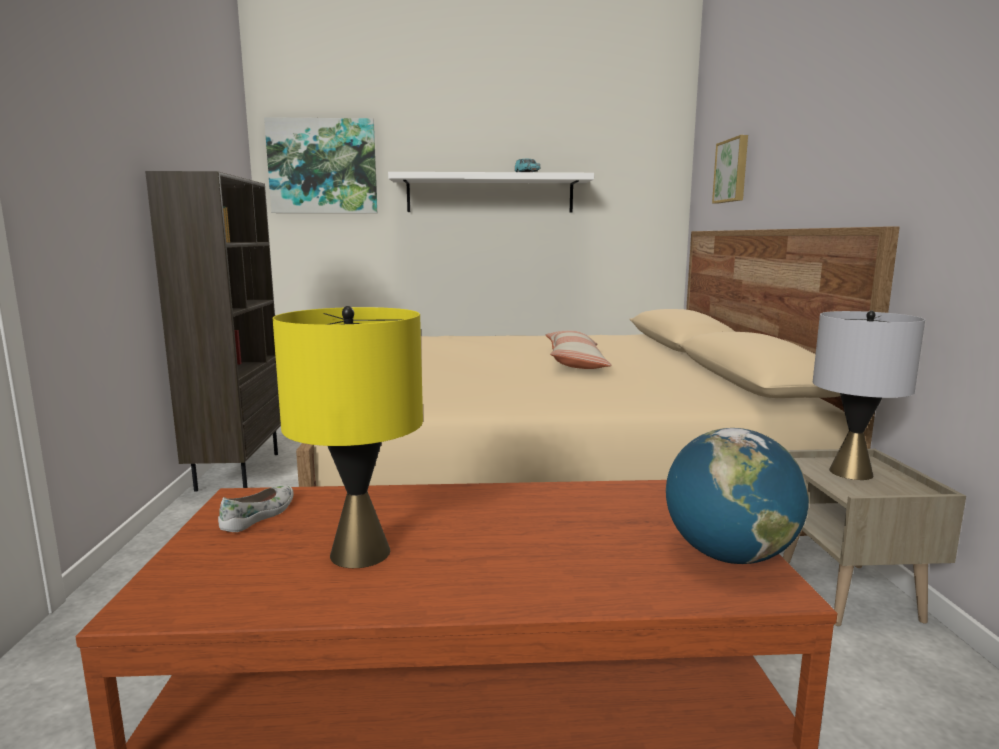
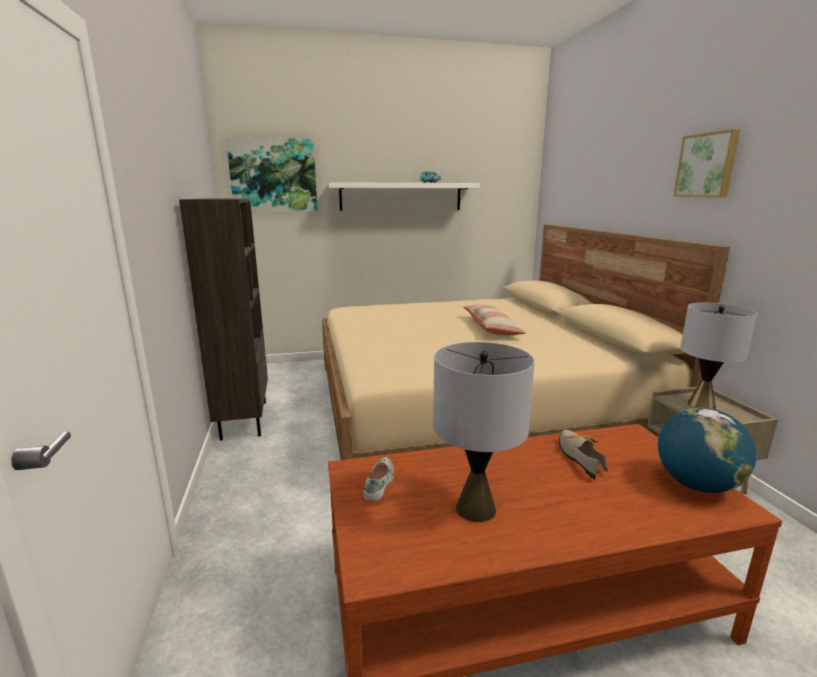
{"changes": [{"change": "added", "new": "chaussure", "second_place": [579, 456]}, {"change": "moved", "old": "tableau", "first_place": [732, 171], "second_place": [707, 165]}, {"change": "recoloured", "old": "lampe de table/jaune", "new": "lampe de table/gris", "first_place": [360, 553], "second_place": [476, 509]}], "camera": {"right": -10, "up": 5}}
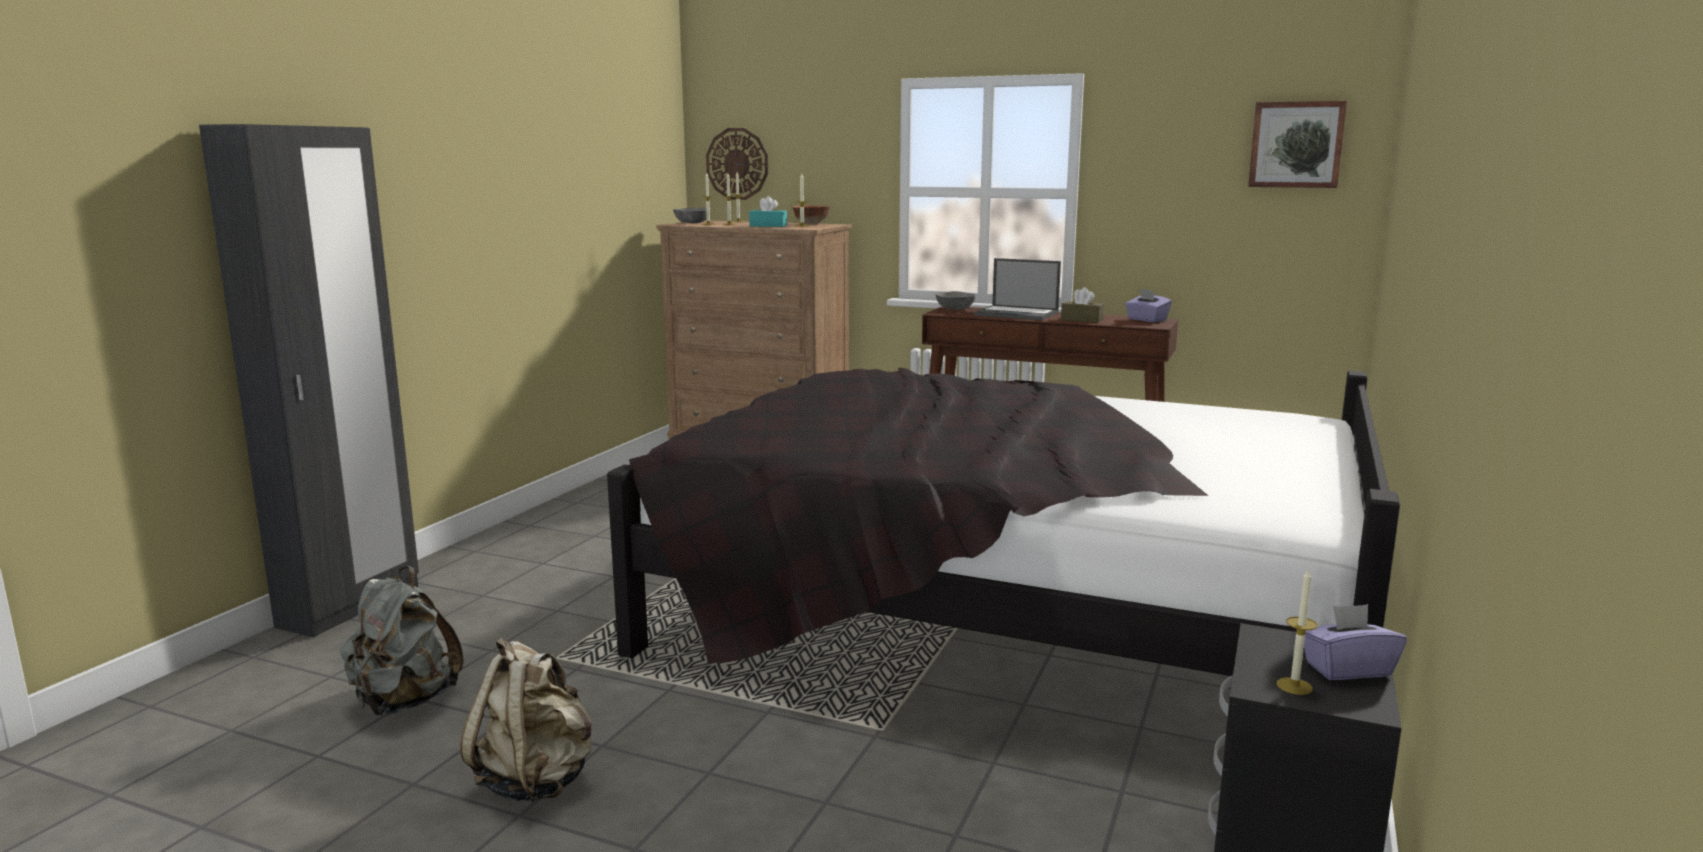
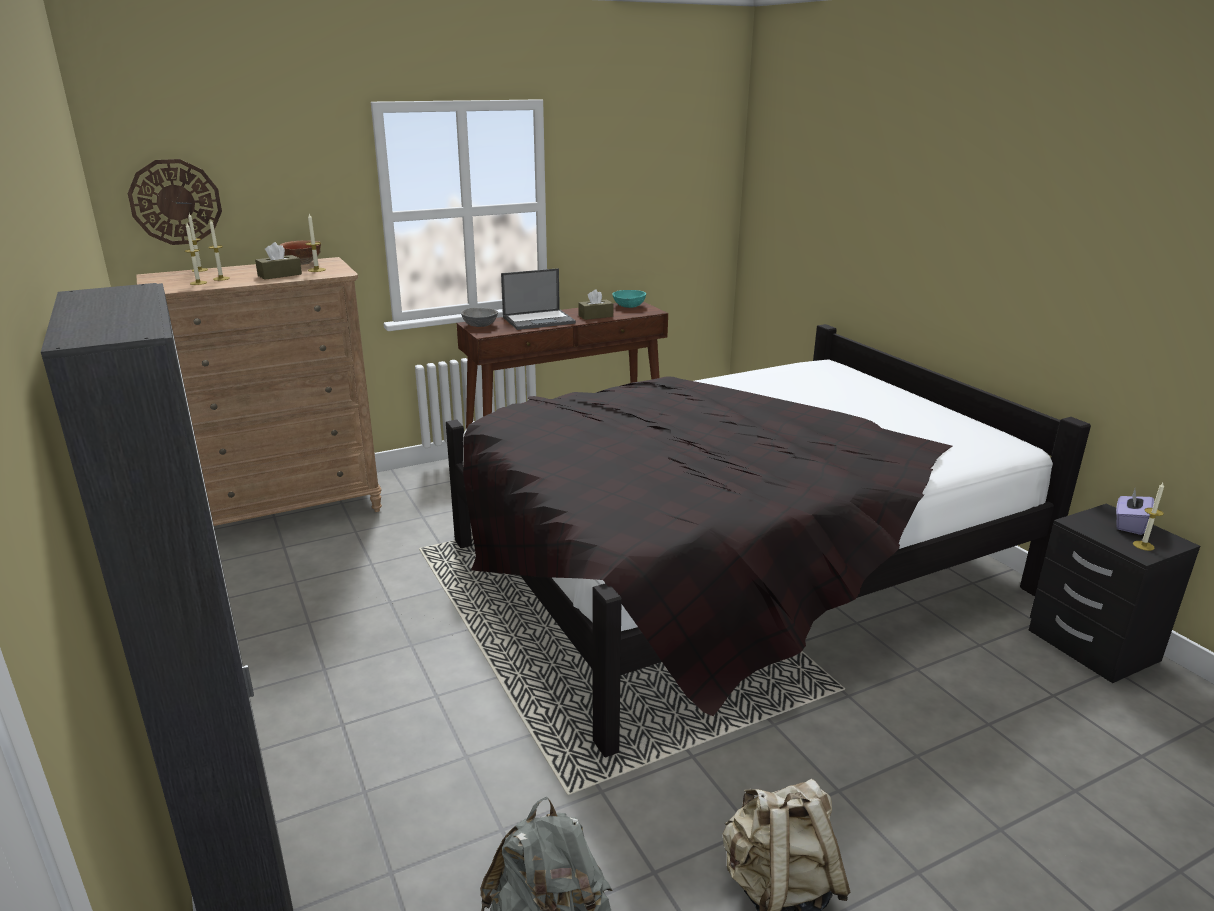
{"changes": [{"change": "removed", "old": "bol/gris", "first_place": [692, 222]}, {"change": "removed", "old": "tableau", "first_place": [1296, 145]}, {"change": "replaced", "old": "boîte à mouchoirs/violet", "new": "bol/turquoise", "first_place": [1146, 320], "second_place": [629, 306]}, {"change": "recoloured", "old": "boîte à mouchoirs/turquoise", "new": "boîte à mouchoirs/marron", "first_place": [768, 226], "second_place": [280, 275]}], "camera": {"right": -50, "up": 10}}
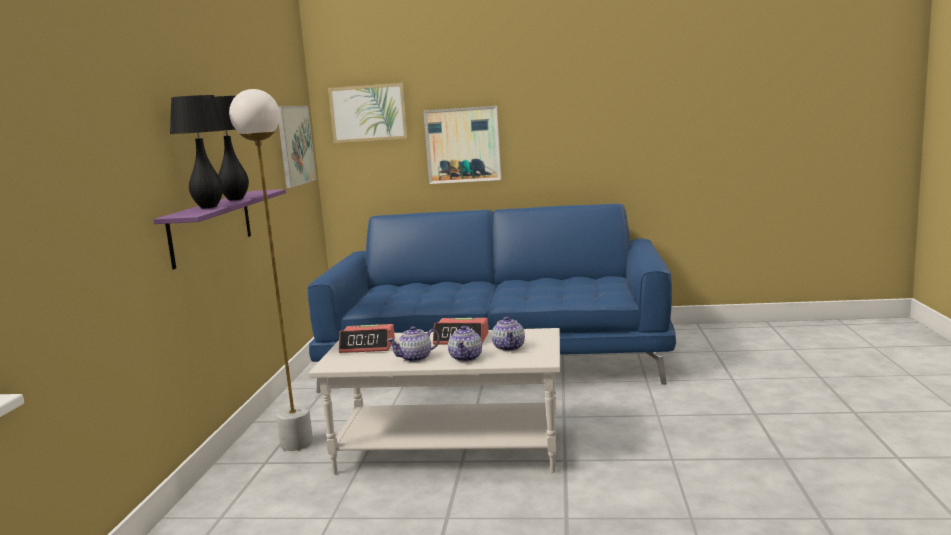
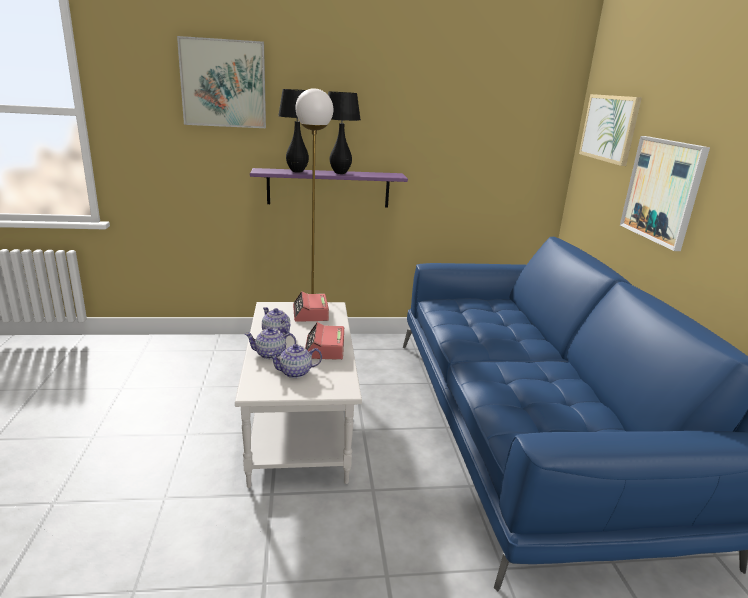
{"changes": [{"change": "moved", "old": "tableau", "first_place": [295, 145], "second_place": [223, 83]}], "camera": {"right": 75, "up": 10}}
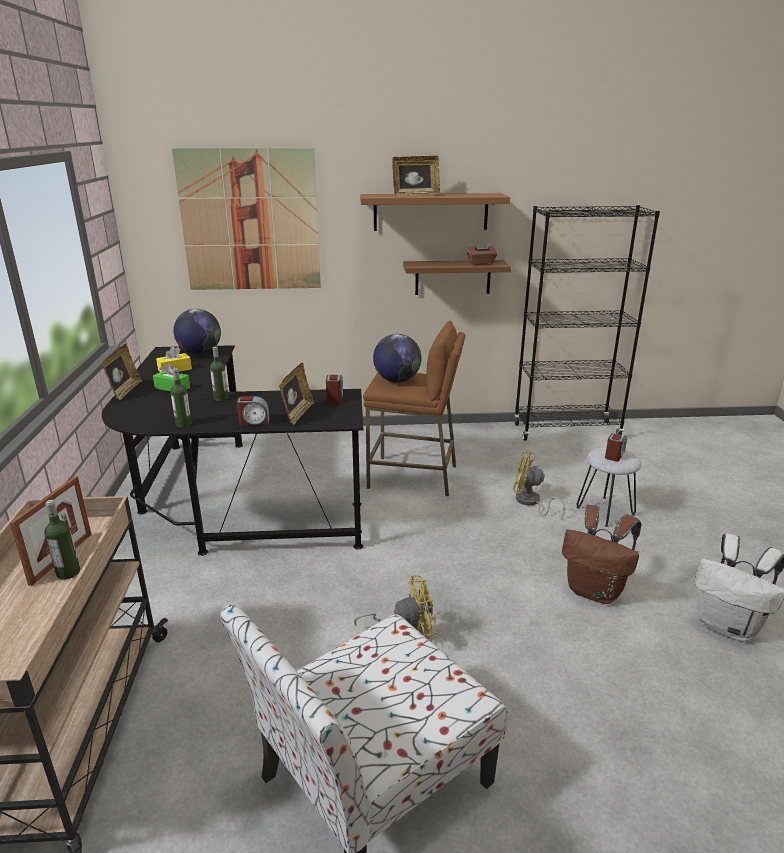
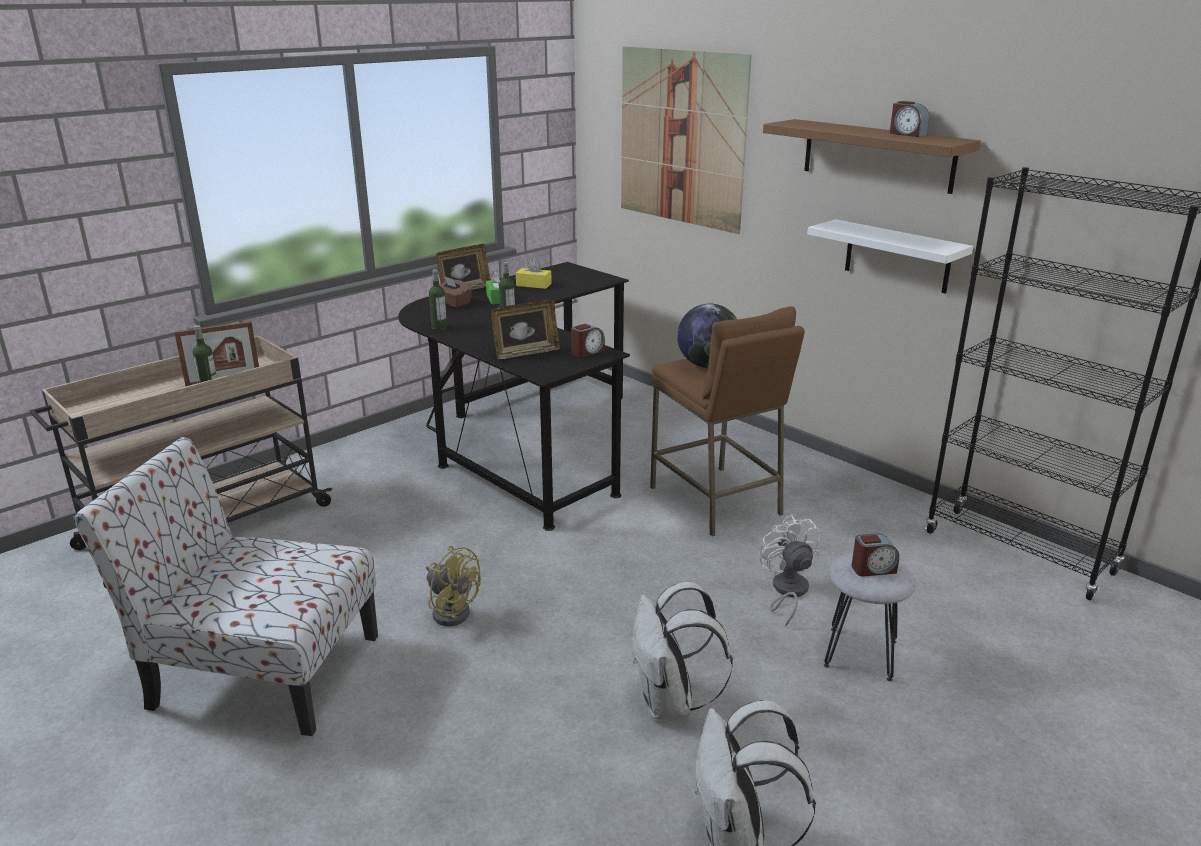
{"changes": [{"change": "removed", "old": "globe", "first_place": [200, 353]}, {"change": "removed", "old": "cadre photo", "first_place": [415, 195]}, {"change": "moved", "old": "réveil", "first_place": [254, 422], "second_place": [907, 134]}, {"change": "moved", "old": "boîte à mouchoirs/marron", "first_place": [481, 263], "second_place": [453, 303]}, {"change": "recoloured", "old": "étagère/marron", "new": "étagère/blanc", "first_place": [453, 277], "second_place": [897, 256]}, {"change": "recoloured", "old": "ventilateur/jaune", "new": "ventilateur/blanc", "first_place": [530, 502], "second_place": [787, 592]}, {"change": "recoloured", "old": "sac à dos/marron", "new": "sac à dos/blanc", "first_place": [595, 591], "second_place": [670, 703]}], "camera": {"right": 50, "up": 0}}
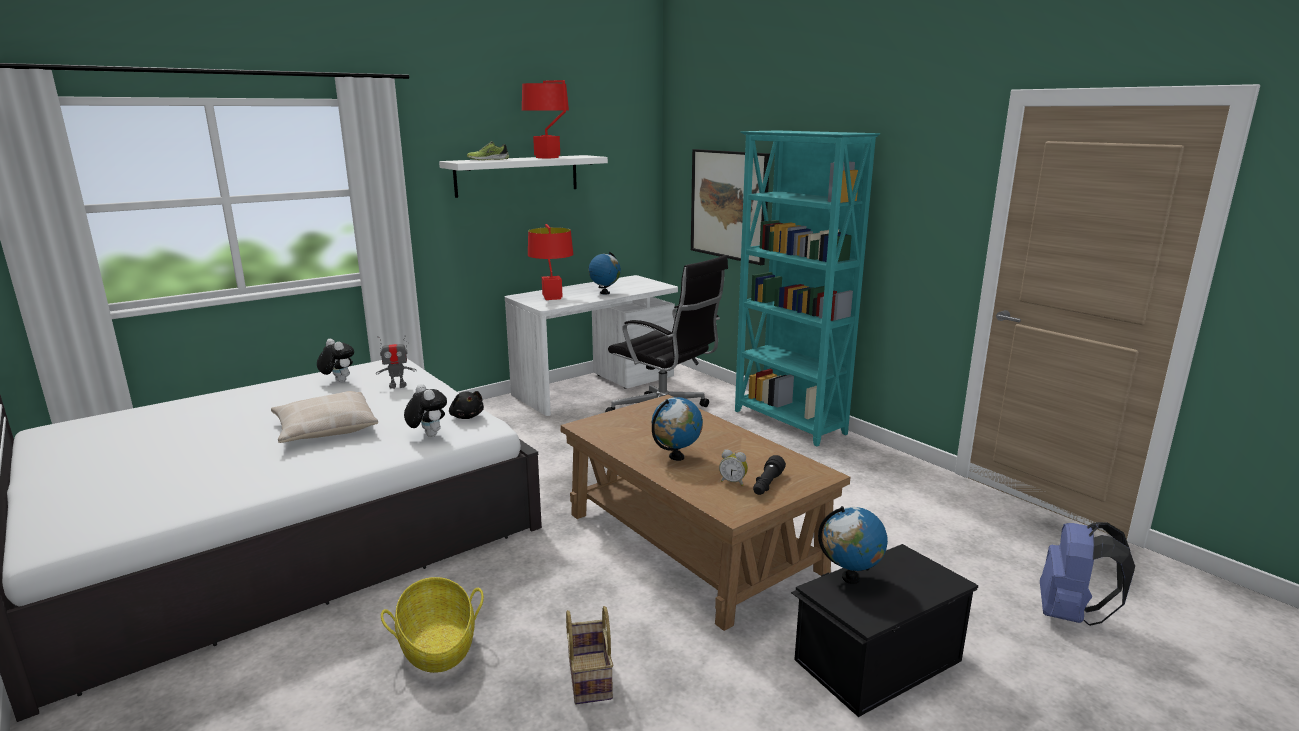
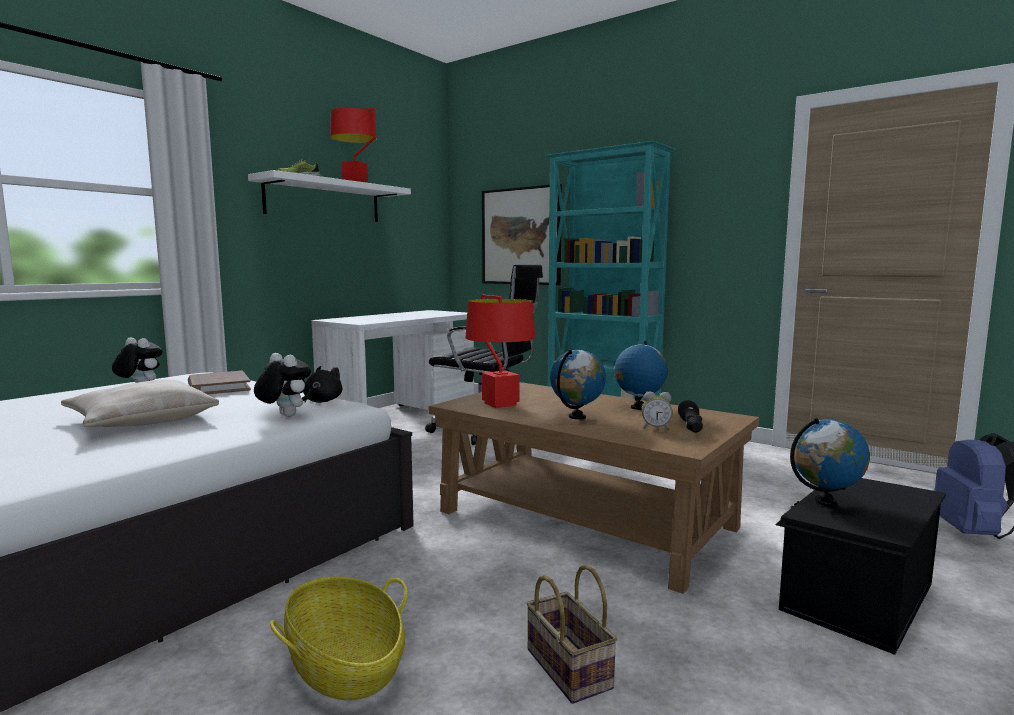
{"changes": [{"change": "moved", "old": "lampe de table/rouge", "first_place": [552, 297], "second_place": [500, 404]}, {"change": "moved", "old": "globe", "first_place": [604, 293], "second_place": [639, 408]}, {"change": "replaced", "old": "robot jouet", "new": "livre/marron", "first_place": [397, 385], "second_place": [218, 387]}, {"change": "turned", "old": "peluche/noir", "first_place": [467, 416], "second_place": [321, 401], "degrees": -105}], "camera": {"right": -15, "up": -10}}
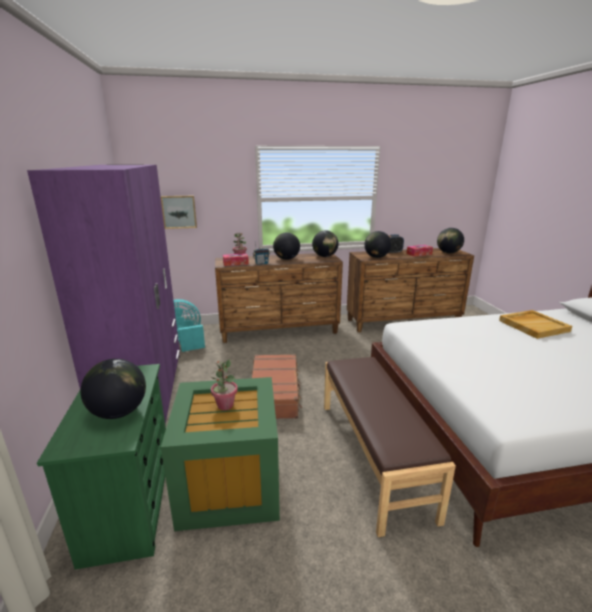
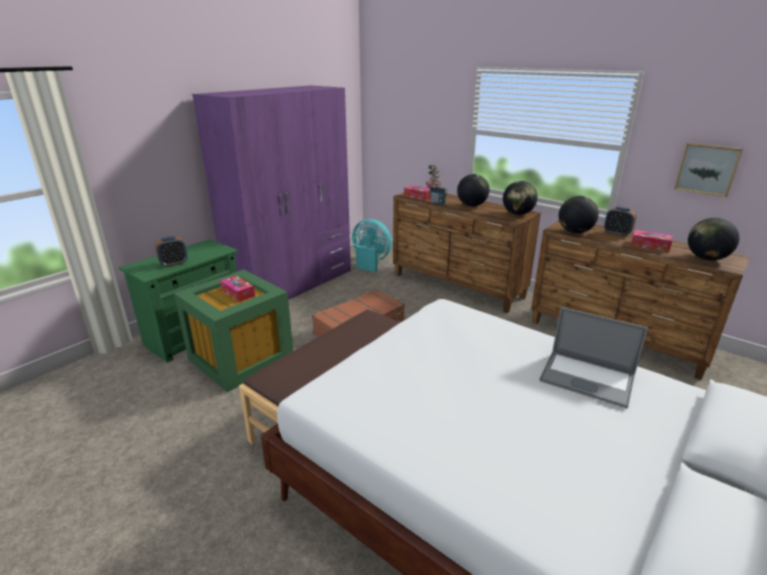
{"changes": [{"change": "moved", "old": "tableau", "first_place": [179, 212], "second_place": [707, 169]}, {"change": "replaced", "old": "globe", "new": "réveil", "first_place": [119, 412], "second_place": [173, 263]}, {"change": "replaced", "old": "plante en pot", "new": "boîte à mouchoirs", "first_place": [225, 405], "second_place": [238, 293]}, {"change": "replaced", "old": "plateau/beige", "new": "ordinateur portable", "first_place": [533, 326], "second_place": [586, 378]}], "camera": {"right": 50, "up": 5}}
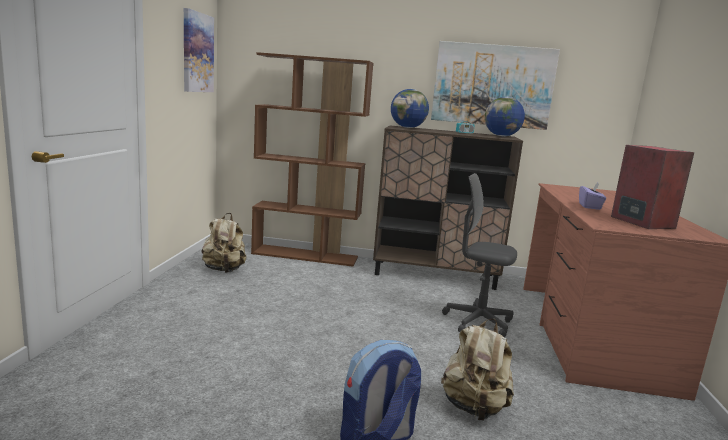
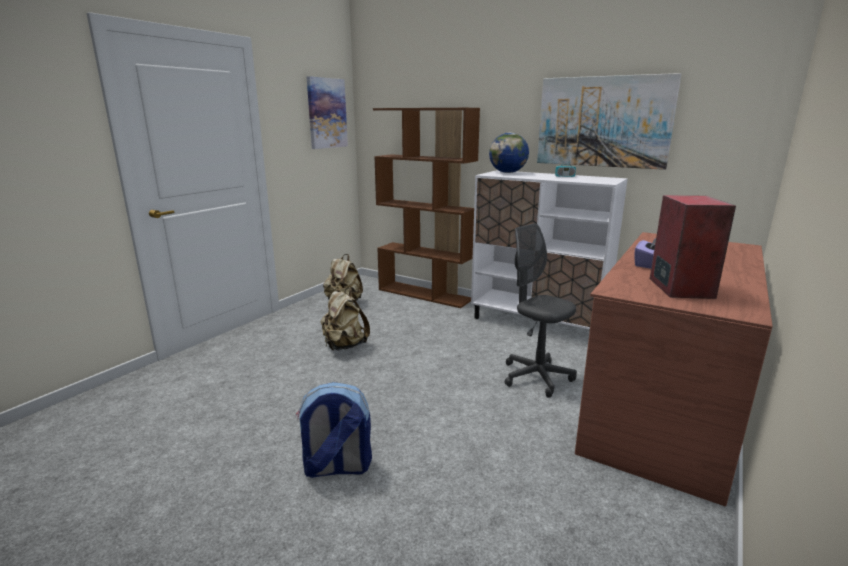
{"changes": [{"change": "removed", "old": "globe", "first_place": [501, 136]}, {"change": "moved", "old": "sac à dos/beige", "first_place": [474, 408], "second_place": [344, 346]}, {"change": "recoloured", "old": "meuble de rangement/marron", "new": "meuble de rangement/blanc", "first_place": [435, 275], "second_place": [537, 323]}], "camera": {"right": 25, "up": 5}}
